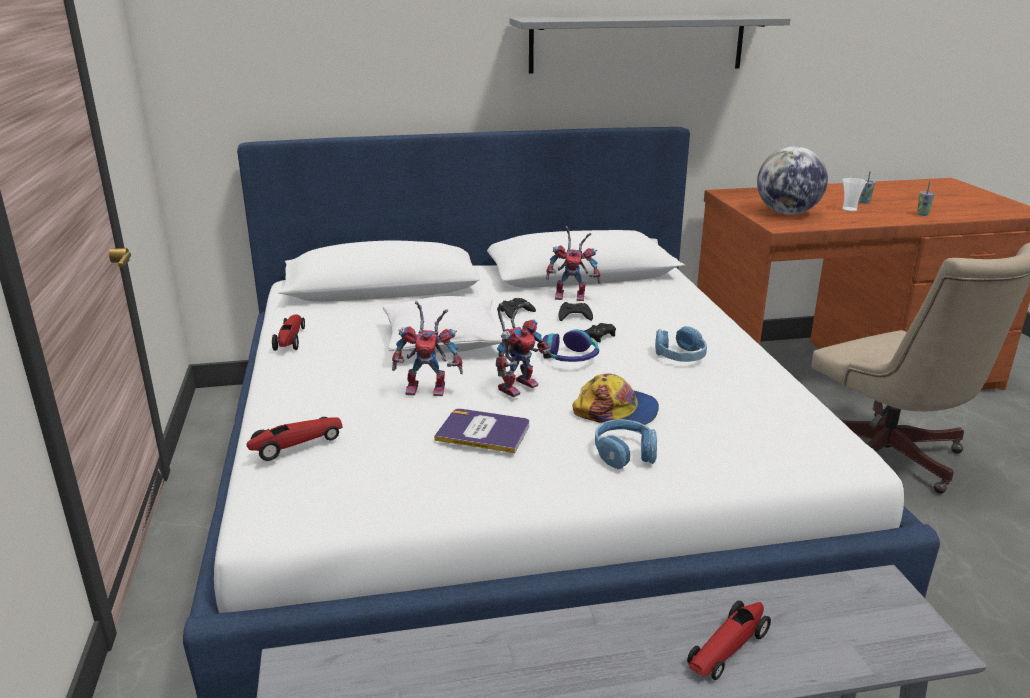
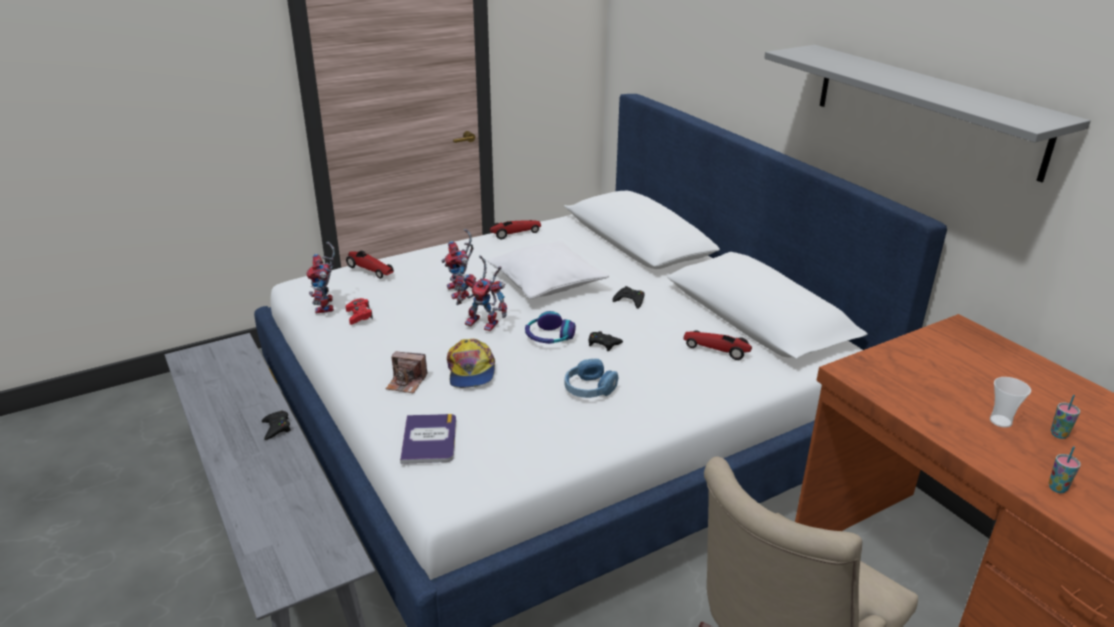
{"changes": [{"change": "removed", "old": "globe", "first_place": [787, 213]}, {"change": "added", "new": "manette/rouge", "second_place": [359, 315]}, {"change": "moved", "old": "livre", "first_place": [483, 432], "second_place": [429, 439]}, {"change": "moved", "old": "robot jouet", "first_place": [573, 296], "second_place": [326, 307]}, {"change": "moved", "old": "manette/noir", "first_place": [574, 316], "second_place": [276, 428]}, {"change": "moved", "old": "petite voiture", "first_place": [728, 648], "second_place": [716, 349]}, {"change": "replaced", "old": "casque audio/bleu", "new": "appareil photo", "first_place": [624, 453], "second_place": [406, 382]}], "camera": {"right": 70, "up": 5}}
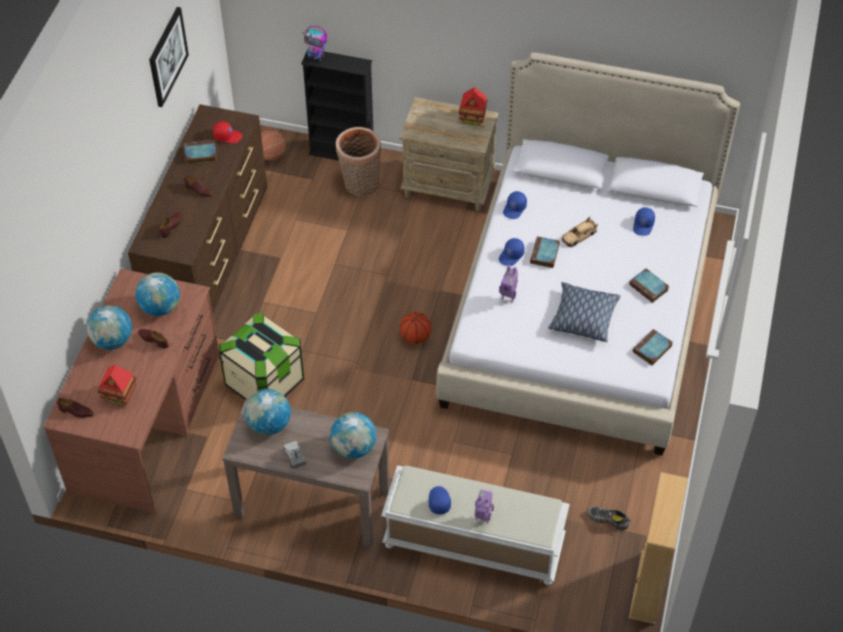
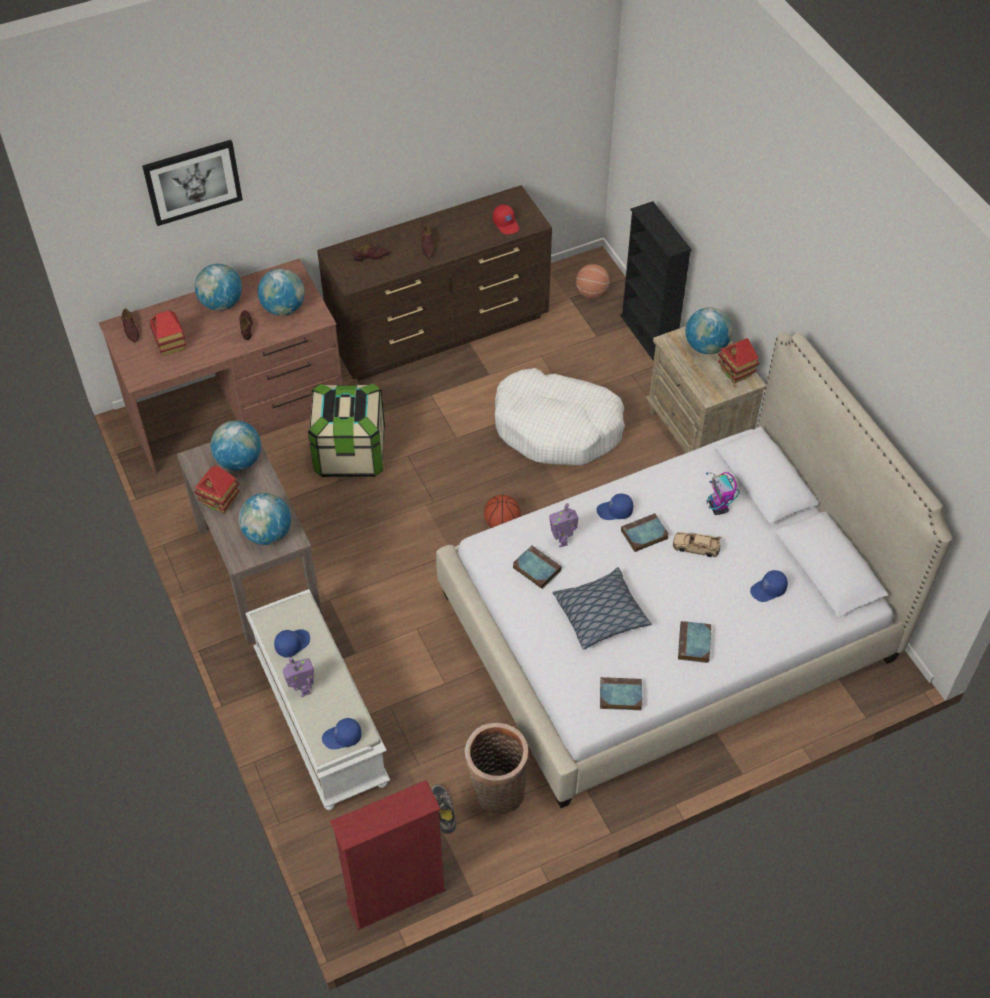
{"changes": [{"change": "added", "new": "panier pour chien/blanc", "second_place": [557, 428]}, {"change": "added", "new": "globe", "second_place": [706, 346]}, {"change": "moved", "old": "tableau", "first_place": [167, 56], "second_place": [193, 181]}, {"change": "moved", "old": "livre", "first_place": [199, 154], "second_place": [535, 569]}, {"change": "moved", "old": "robot jouet", "first_place": [316, 57], "second_place": [718, 508]}, {"change": "moved", "old": "panier", "first_place": [360, 185], "second_place": [496, 791]}, {"change": "moved", "old": "casquette/bleu", "first_place": [515, 209], "second_place": [342, 737]}, {"change": "replaced", "old": "camion jouet", "new": "maison miniature", "first_place": [295, 458], "second_place": [220, 501]}, {"change": "recoloured", "old": "bibliothèque/beige", "new": "bibliothèque/rouge", "first_place": [648, 587], "second_place": [396, 896]}], "camera": {"right": 50, "up": 0}}
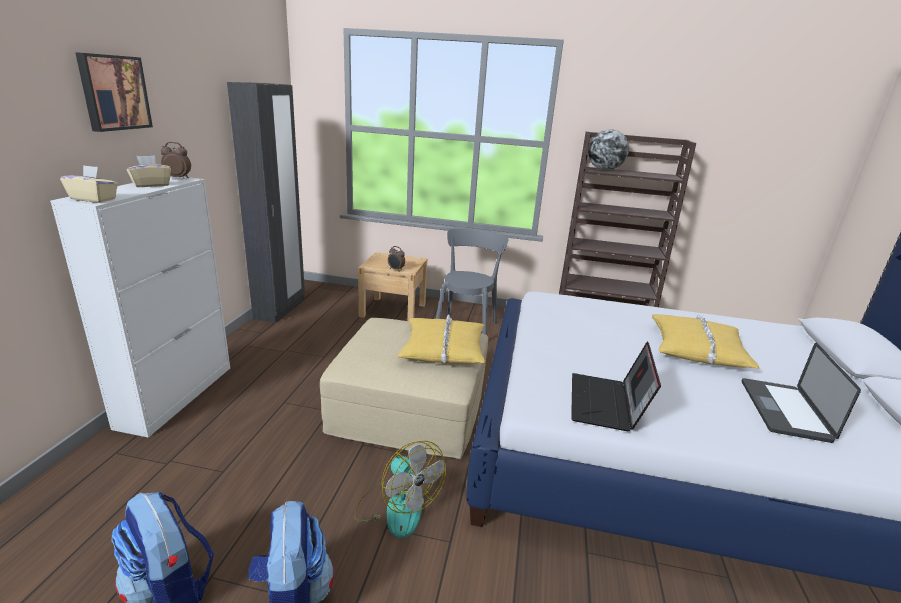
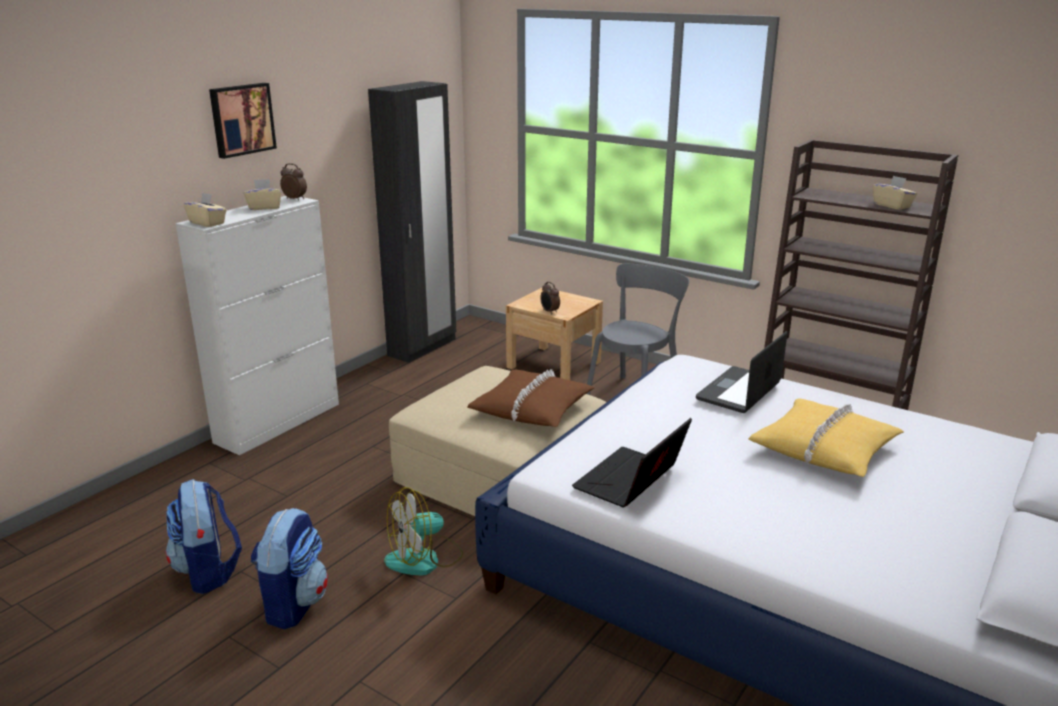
{"changes": [{"change": "removed", "old": "globe", "first_place": [604, 170]}, {"change": "added", "new": "boîte à mouchoirs/beige", "second_place": [892, 205]}, {"change": "moved", "old": "ordinateur portable", "first_place": [783, 410], "second_place": [739, 391]}, {"change": "recoloured", "old": "coussin/jaune", "new": "coussin/marron", "first_place": [443, 349], "second_place": [532, 408]}, {"change": "turned", "old": "ventilateur", "first_place": [397, 507], "second_place": [424, 559], "degrees": 75}], "camera": {"right": 25, "up": 0}}
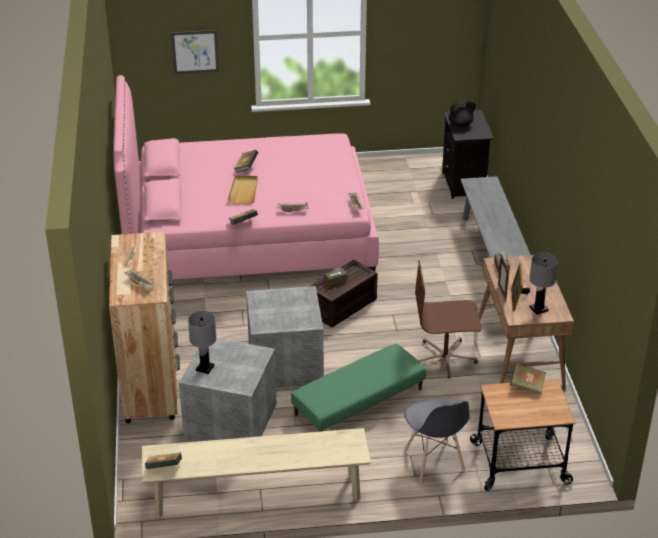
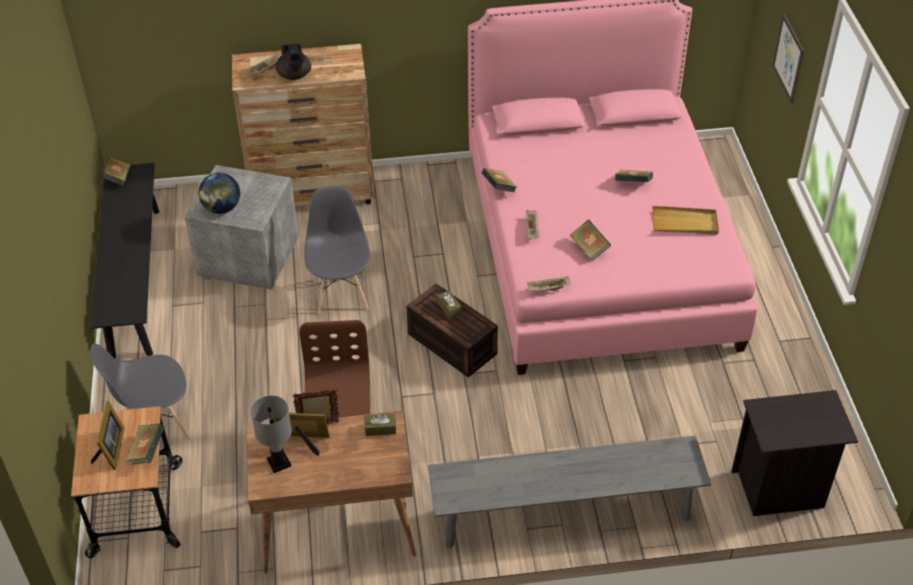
{"changes": [{"change": "removed", "old": "lampe de table/gris", "first_place": [205, 368]}, {"change": "removed", "old": "pouf/vert", "first_place": [359, 402]}, {"change": "added", "new": "cadre photo", "second_place": [111, 450]}, {"change": "added", "new": "globe", "second_place": [222, 208]}, {"change": "added", "new": "livre", "second_place": [589, 249]}, {"change": "moved", "old": "plateau/beige", "first_place": [243, 191], "second_place": [684, 223]}, {"change": "moved", "old": "théière/noir", "first_place": [461, 124], "second_place": [294, 76]}, {"change": "replaced", "old": "boîte de rangement/gris", "new": "chaise/gris", "first_place": [284, 363], "second_place": [341, 293]}, {"change": "recoloured", "old": "banc/beige", "new": "banc/noir", "first_place": [257, 494], "second_place": [135, 281]}], "camera": {"right": 90, "up": 10}}
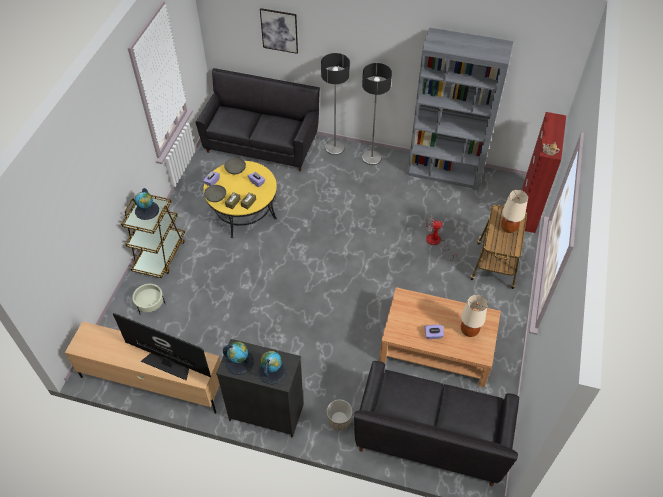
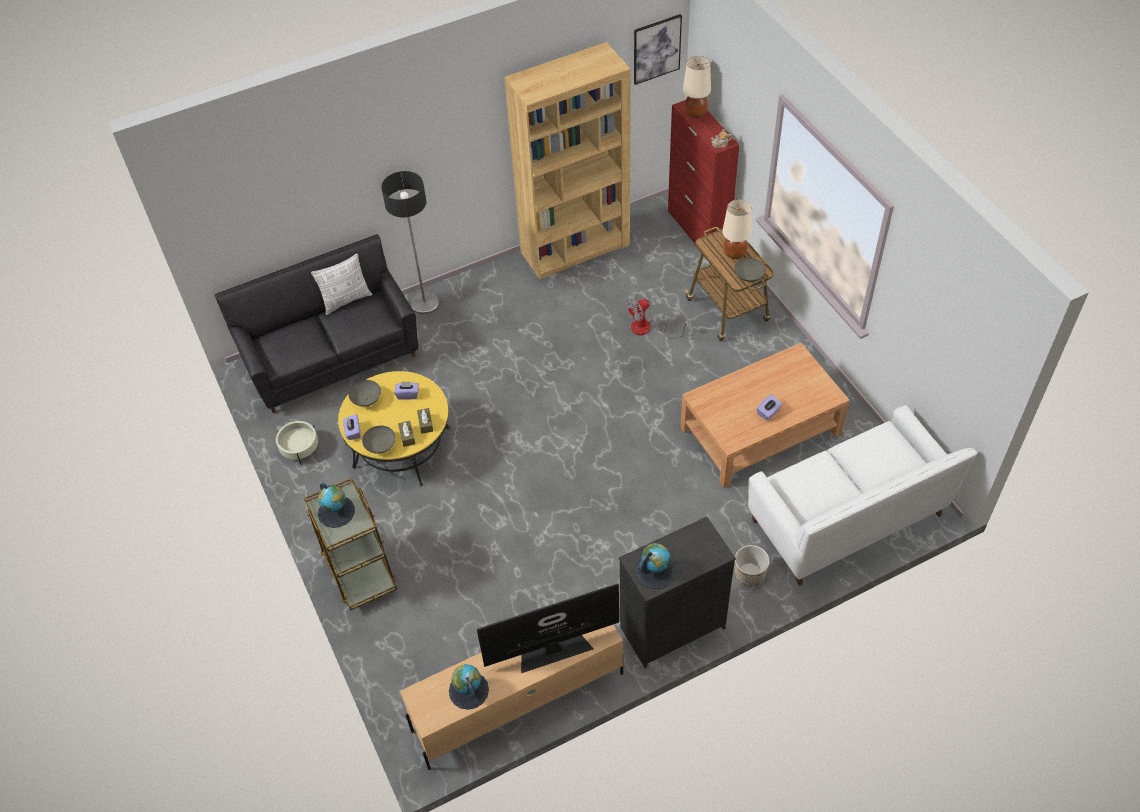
{"changes": [{"change": "removed", "old": "lampadaire", "first_place": [372, 158]}, {"change": "added", "new": "coussin", "second_place": [346, 300]}, {"change": "added", "new": "bol/gris", "second_place": [748, 277]}, {"change": "moved", "old": "cache-pot/beige", "first_place": [150, 303], "second_place": [300, 448]}, {"change": "moved", "old": "globe", "first_place": [272, 371], "second_place": [468, 690]}, {"change": "moved", "old": "tableau", "first_place": [279, 30], "second_place": [656, 49]}, {"change": "moved", "old": "lampe de table/beige", "first_place": [469, 331], "second_place": [695, 113]}, {"change": "recoloured", "old": "canapé/noir", "new": "canapé/blanc", "first_place": [430, 437], "second_place": [846, 518]}, {"change": "recoloured", "old": "bibliothèque/gris", "new": "bibliothèque/marron", "first_place": [445, 172], "second_place": [575, 248]}], "camera": {"right": -40, "up": 0}}
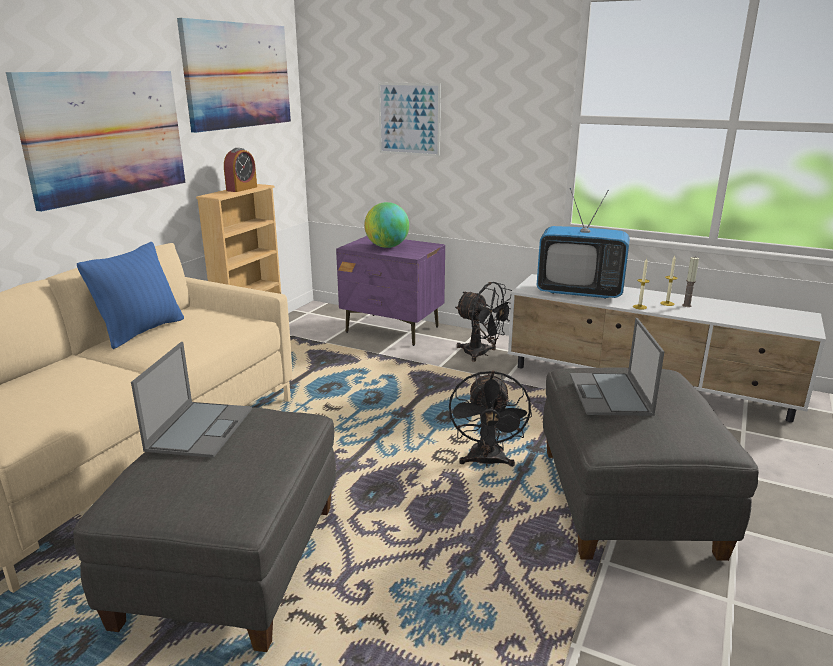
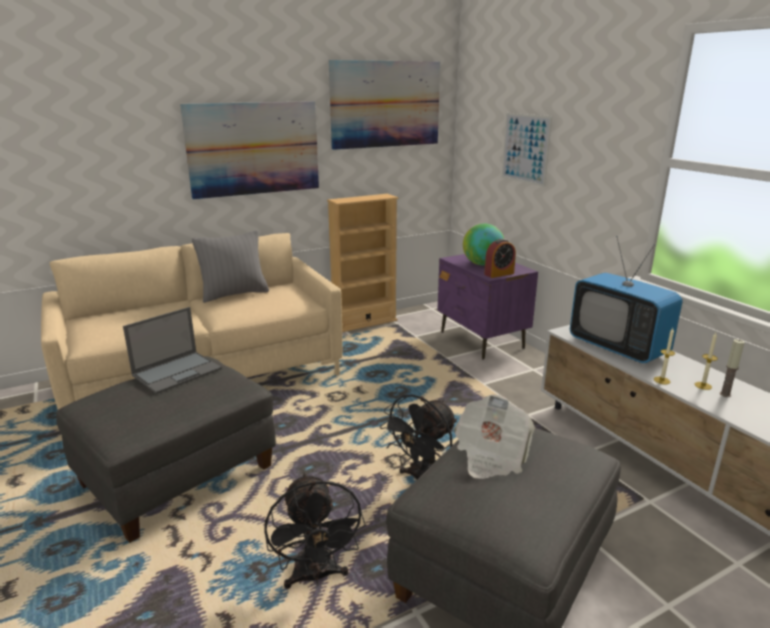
{"changes": [{"change": "moved", "old": "réveil", "first_place": [241, 189], "second_place": [499, 274]}, {"change": "moved", "old": "ventilateur/noir", "first_place": [481, 354], "second_place": [315, 577]}, {"change": "replaced", "old": "ordinateur portable", "new": "journal", "first_place": [610, 395], "second_place": [491, 455]}, {"change": "recoloured", "old": "coussin/bleu", "new": "coussin/gris", "first_place": [141, 331], "second_place": [234, 294]}], "camera": {"right": 35, "up": 0}}
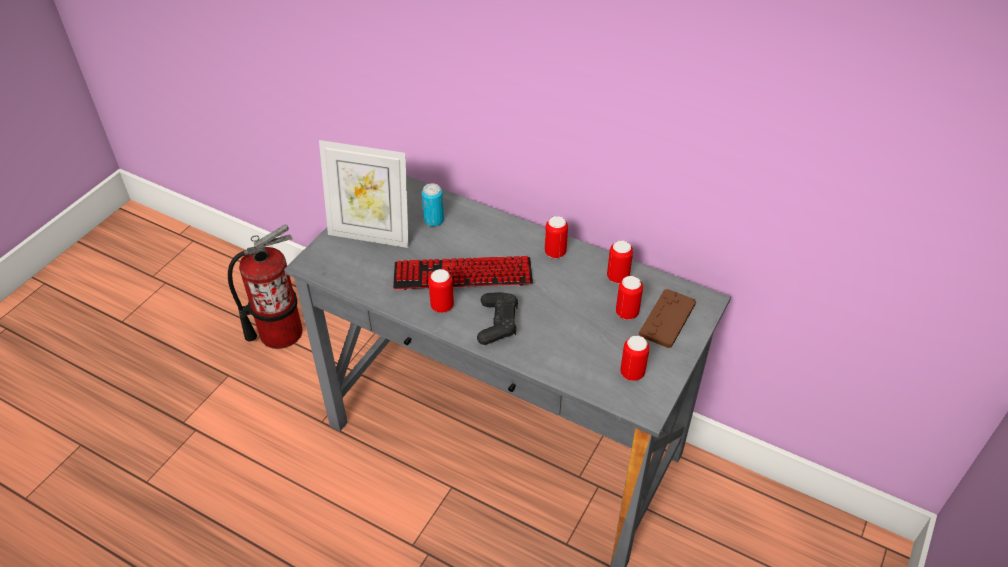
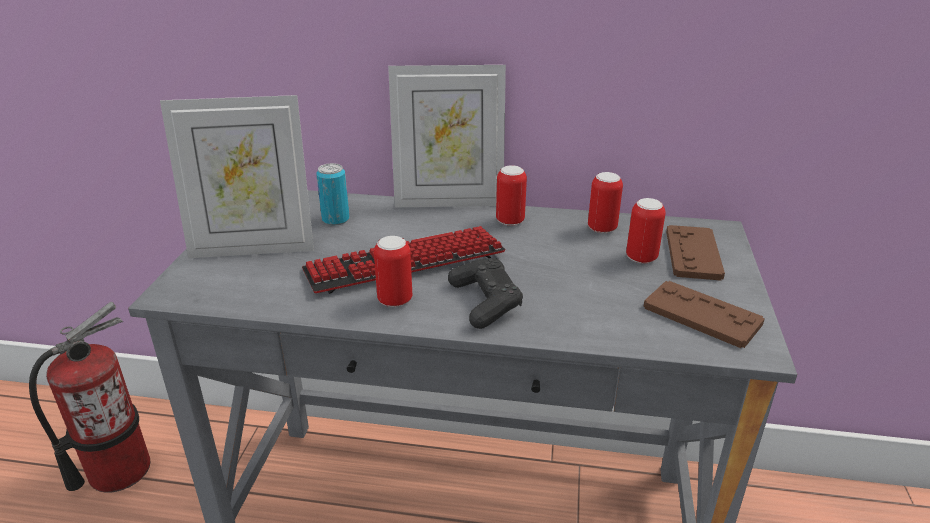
{"changes": [{"change": "added", "new": "cadre photo", "second_place": [449, 201]}, {"change": "replaced", "old": "boîte métallique", "new": "manette/marron", "first_place": [632, 373], "second_place": [702, 315]}], "camera": {"right": -20, "up": -15}}
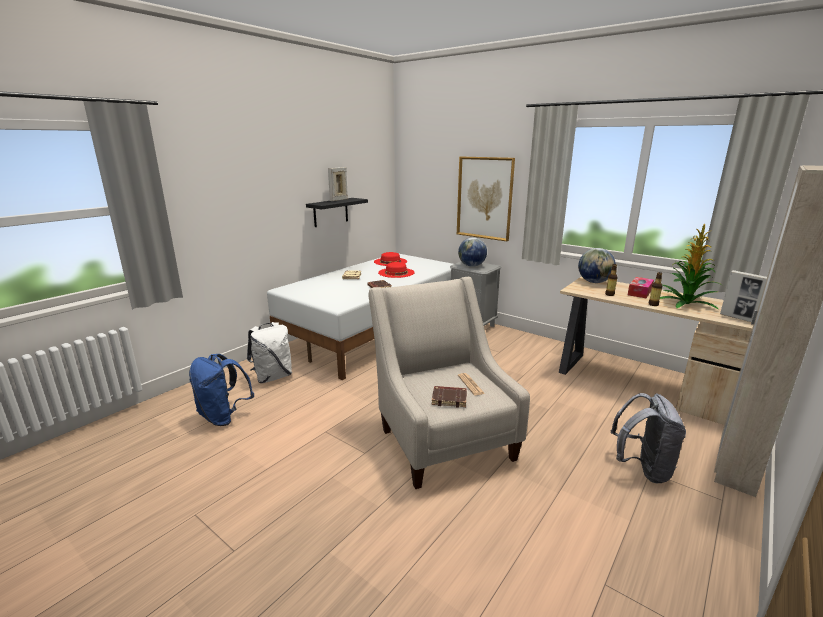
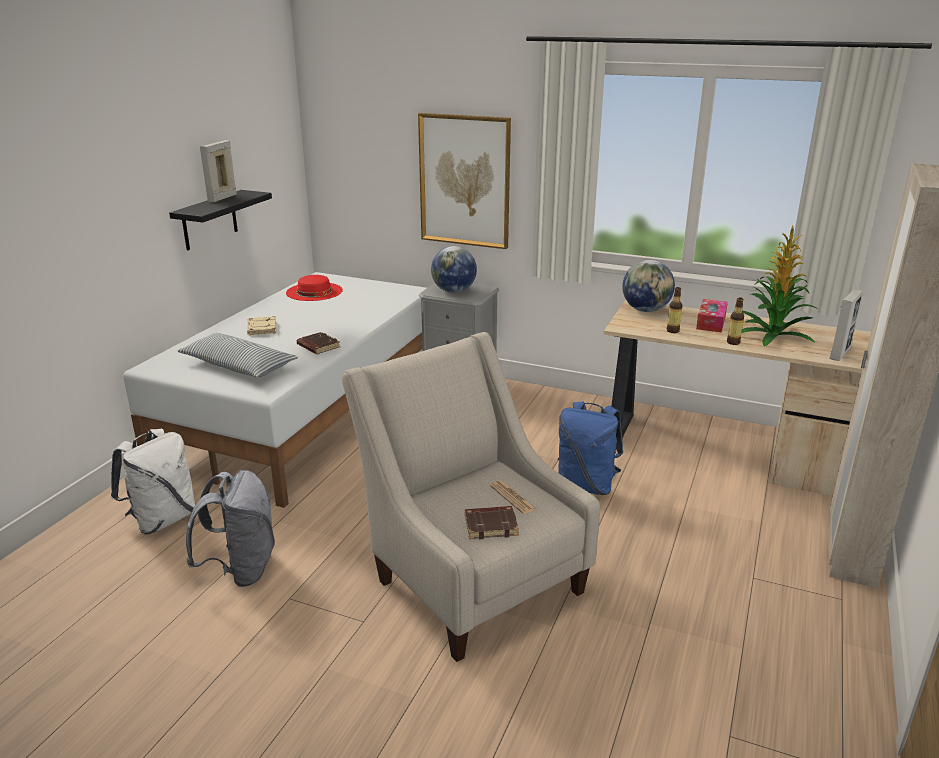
{"changes": [{"change": "removed", "old": "chapeau/rouge", "first_place": [396, 272]}, {"change": "added", "new": "coussin", "second_place": [238, 366]}, {"change": "moved", "old": "sac à dos/bleu", "first_place": [223, 417], "second_place": [586, 485]}, {"change": "moved", "old": "sac à dos/gris", "first_place": [642, 468], "second_place": [241, 569]}, {"change": "turned", "old": "cadre photo", "first_place": [738, 318], "second_place": [840, 353], "degrees": -90}], "camera": {"right": -15, "up": 5}}
